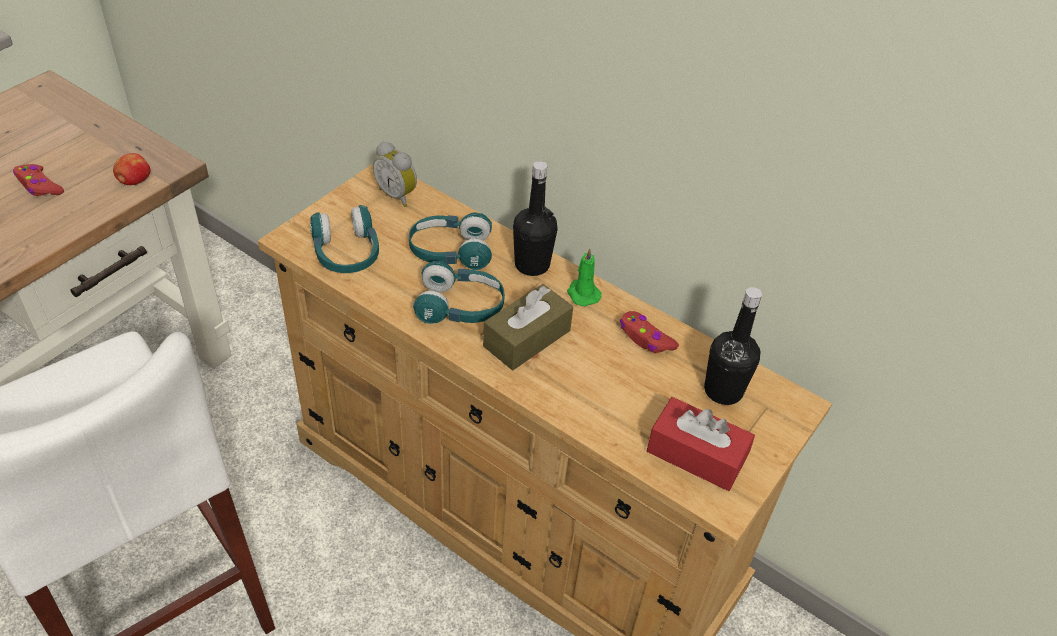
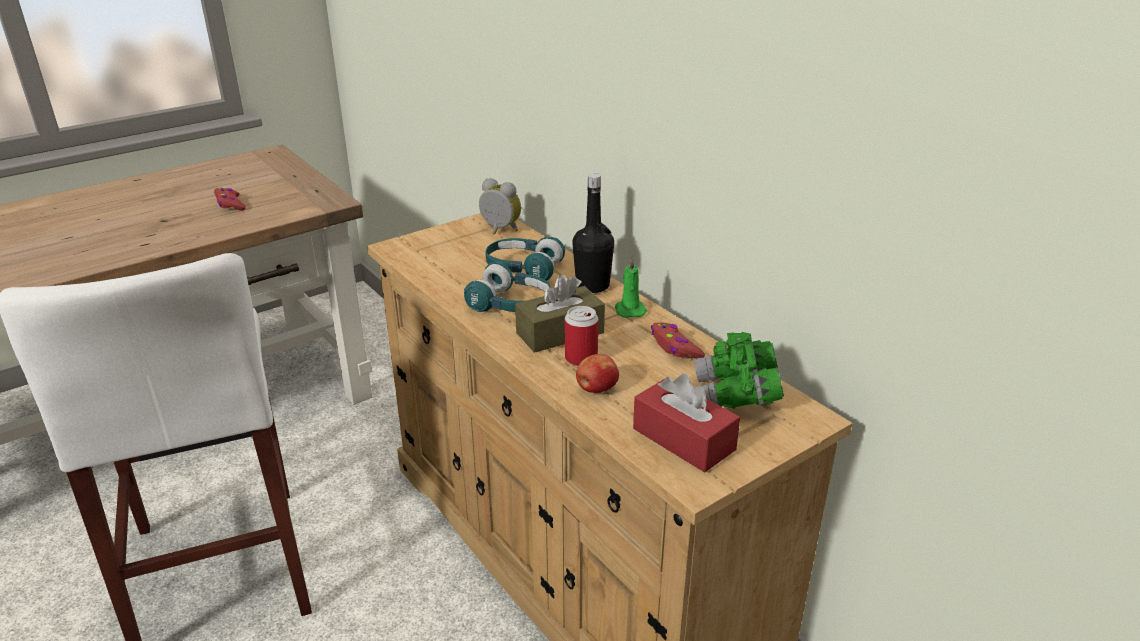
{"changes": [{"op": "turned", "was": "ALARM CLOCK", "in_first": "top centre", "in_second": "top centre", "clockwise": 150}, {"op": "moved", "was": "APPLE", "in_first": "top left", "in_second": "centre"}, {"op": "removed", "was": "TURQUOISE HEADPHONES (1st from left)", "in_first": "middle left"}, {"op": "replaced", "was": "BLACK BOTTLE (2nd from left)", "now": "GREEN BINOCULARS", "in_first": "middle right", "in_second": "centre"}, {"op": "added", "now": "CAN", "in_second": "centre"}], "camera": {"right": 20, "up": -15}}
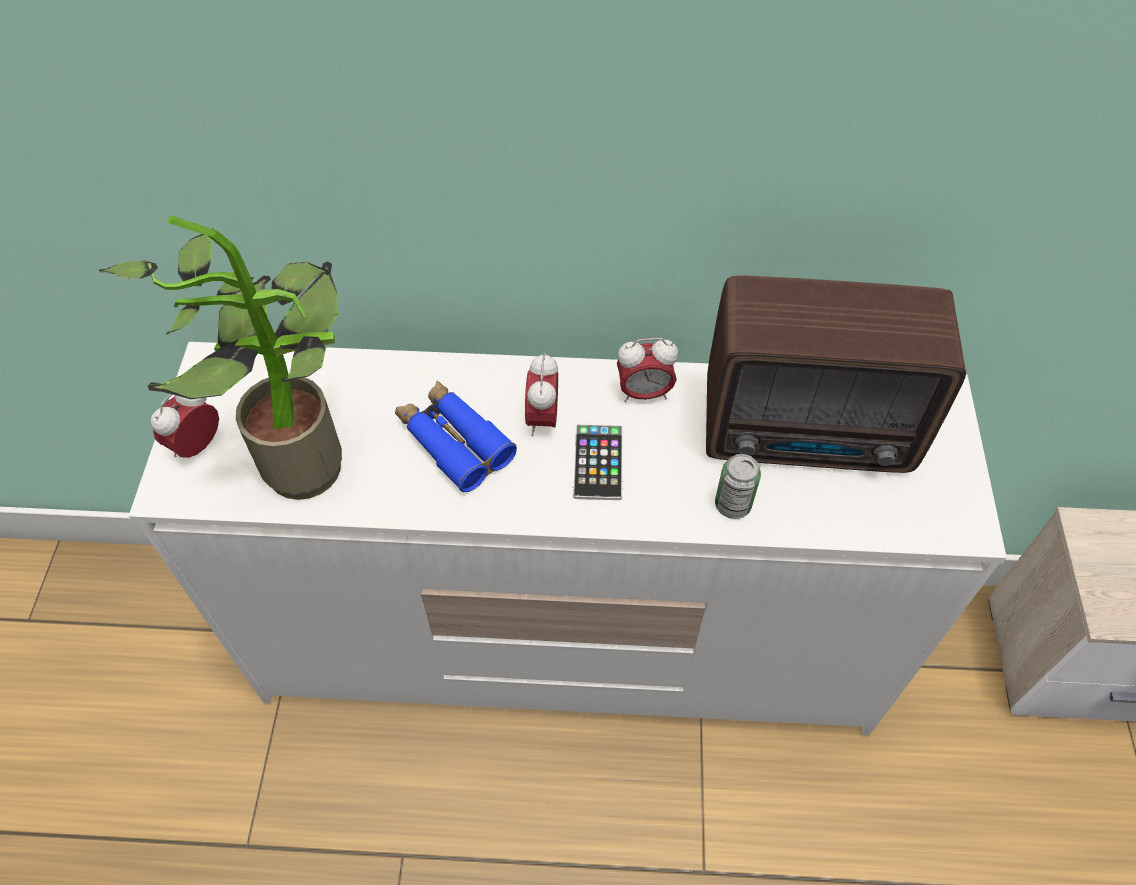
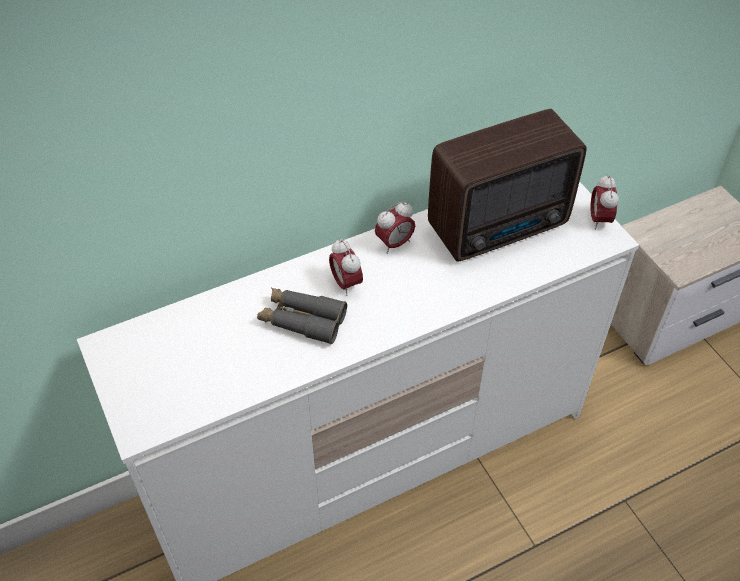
{"changes": [{"op": "removed", "was": "POTTED PLANT", "in_first": "middle left"}, {"op": "recoloured", "was": "BLUE BINOCULARS", "now": "GREY BINOCULARS", "in_first": "centre", "in_second": "centre"}, {"op": "moved", "was": "ALARM CLOCK (1st from left in the first image)", "now": "ALARM CLOCK (3rd from left)", "in_first": "middle left", "in_second": "middle right"}, {"op": "removed", "was": "PHONE", "in_first": "centre"}, {"op": "removed", "was": "CAN", "in_first": "centre"}], "camera": {"right": -30, "up": -5}}
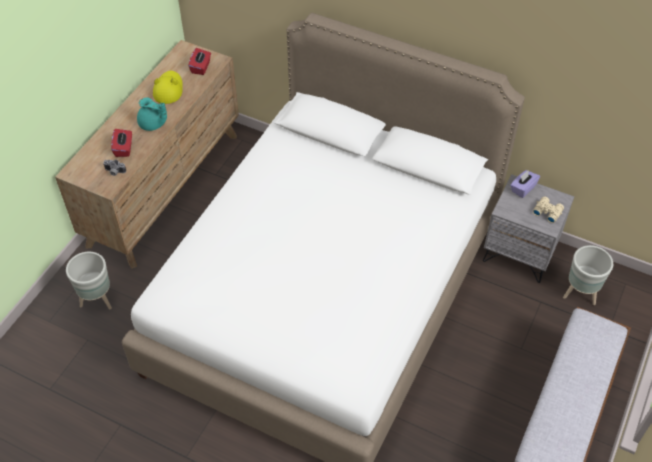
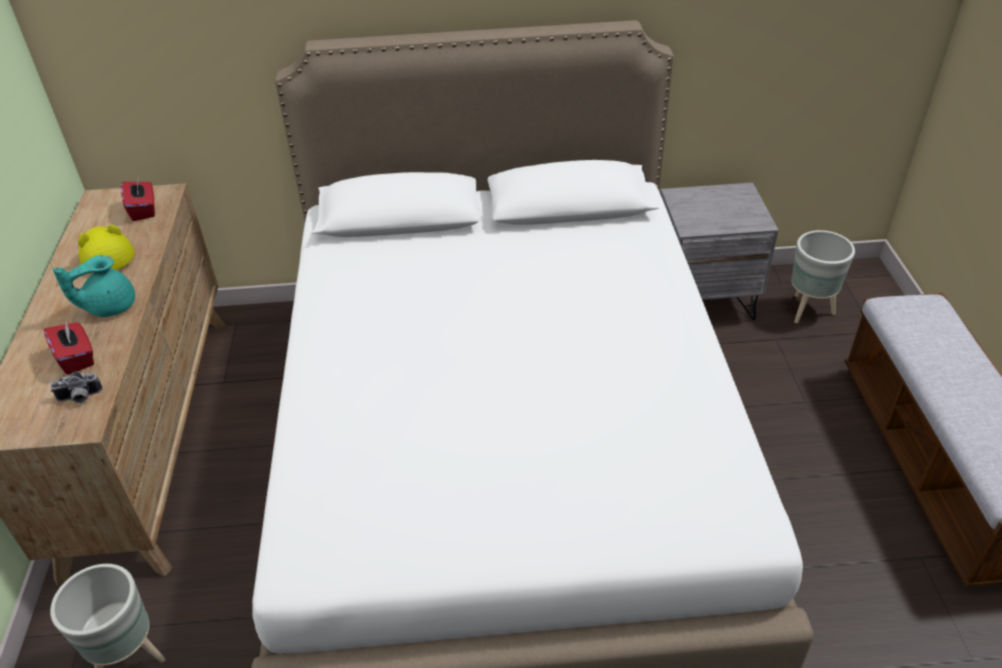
{"changes": [{"op": "turned", "was": "TURQUOISE TEAPOT", "in_first": "top left", "in_second": "middle left", "clockwise": 150}, {"op": "removed", "was": "PURPLE TISSUE BOX", "in_first": "middle right"}, {"op": "removed", "was": "BEIGE BINOCULARS", "in_first": "middle right"}], "camera": {"right": -30, "up": -10}}
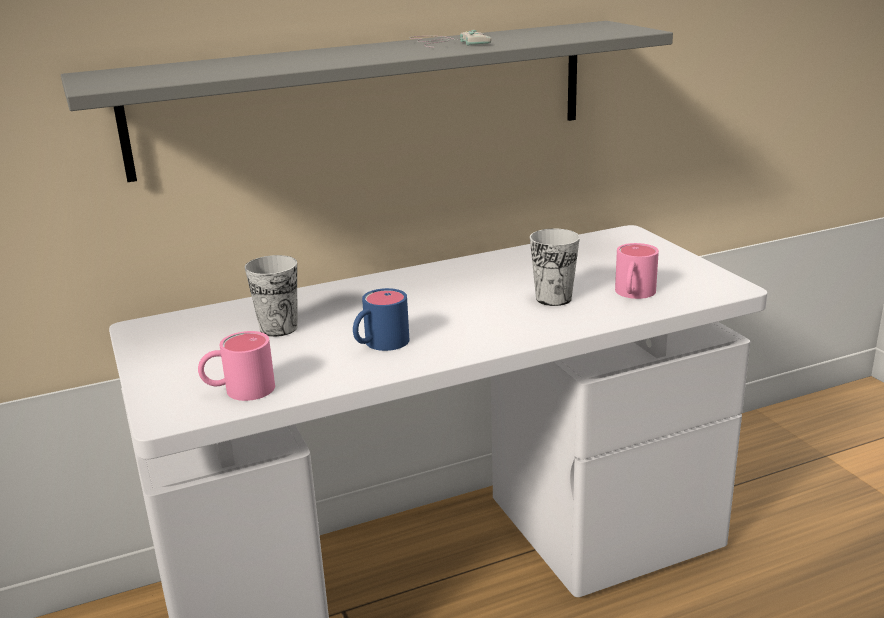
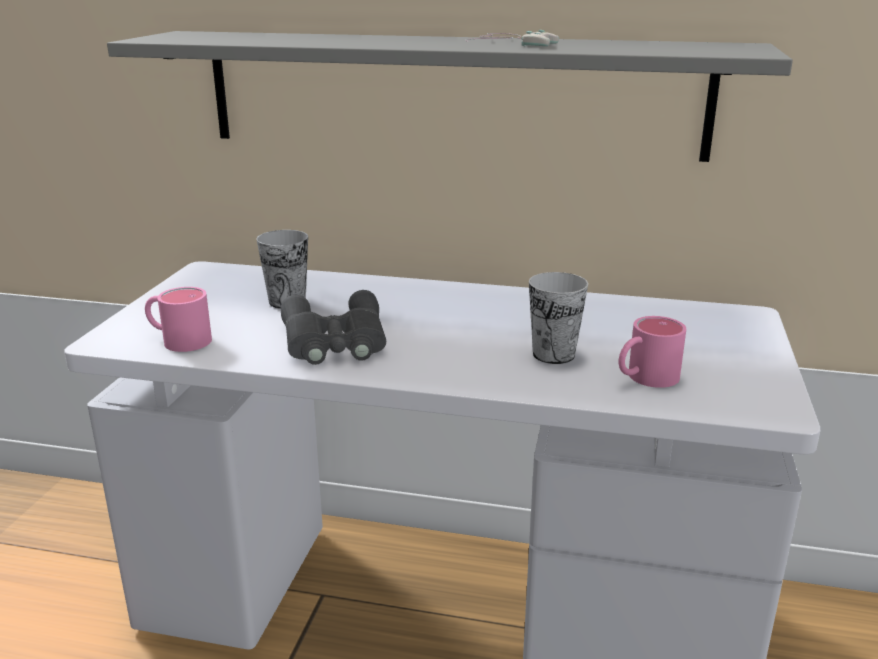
{"changes": [{"op": "replaced", "was": "BLUE MUG", "now": "GREY BINOCULARS", "in_first": "centre", "in_second": "centre"}], "camera": {"right": 35, "up": 0}}
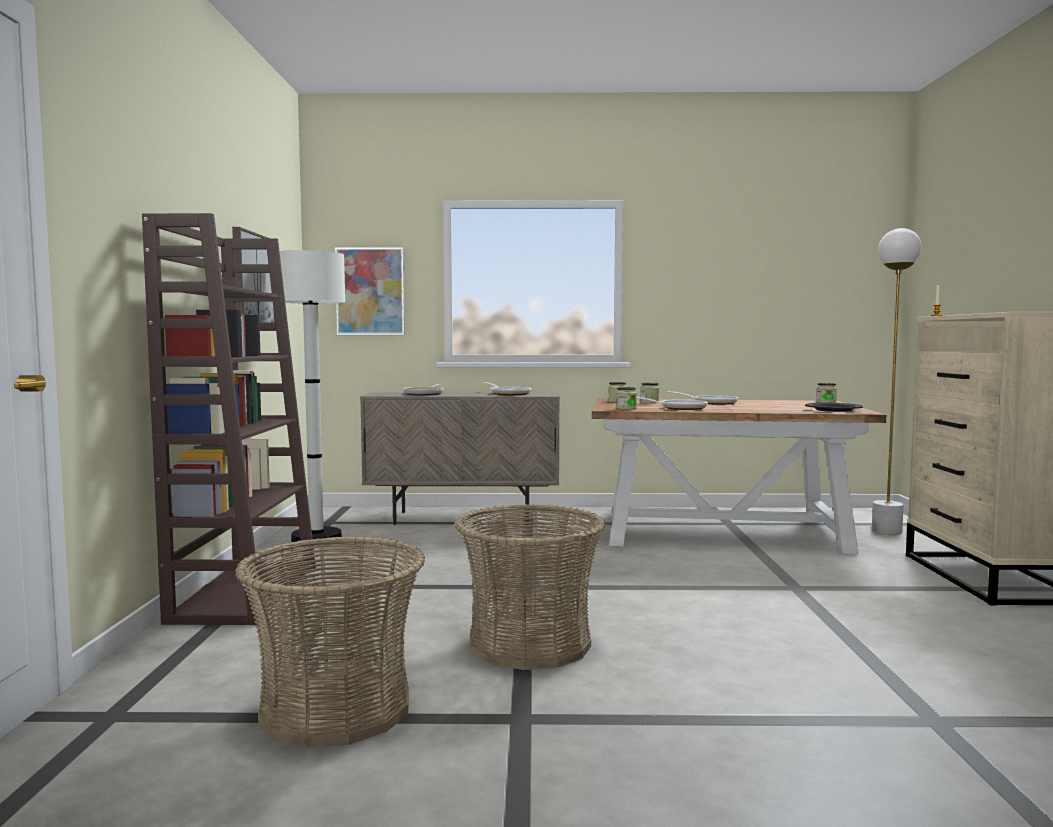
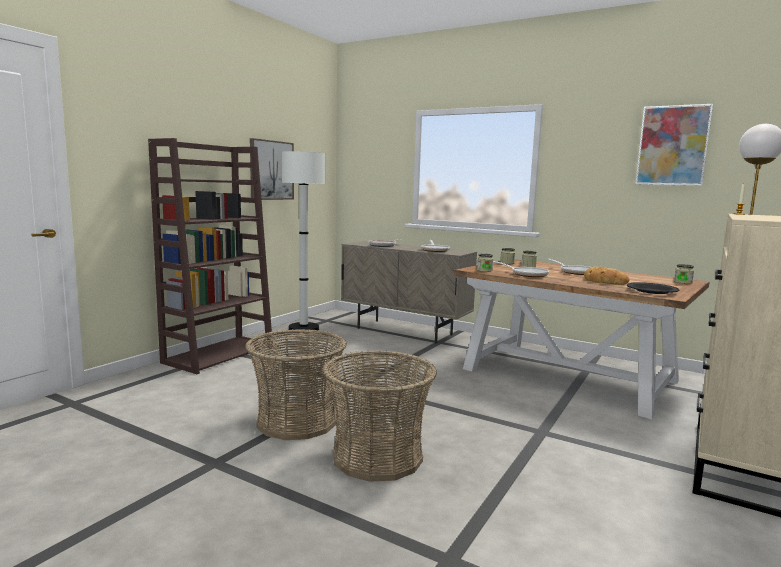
{"changes": [{"op": "moved", "was": "PICTURE (2nd from left)", "in_first": "centre", "in_second": "top right"}, {"op": "moved", "was": "BASKET (1st from left in the first image)", "now": "BASKET (2nd from left)", "in_first": "bottom left", "in_second": "bottom centre"}, {"op": "added", "now": "BREAD", "in_second": "middle right"}], "camera": {"right": 30, "up": 5}}
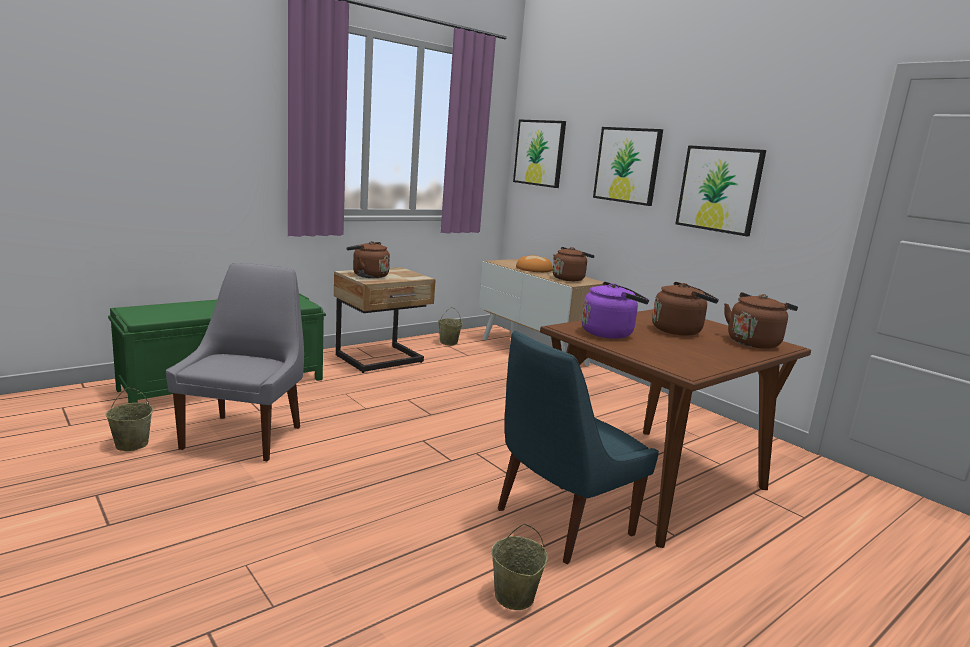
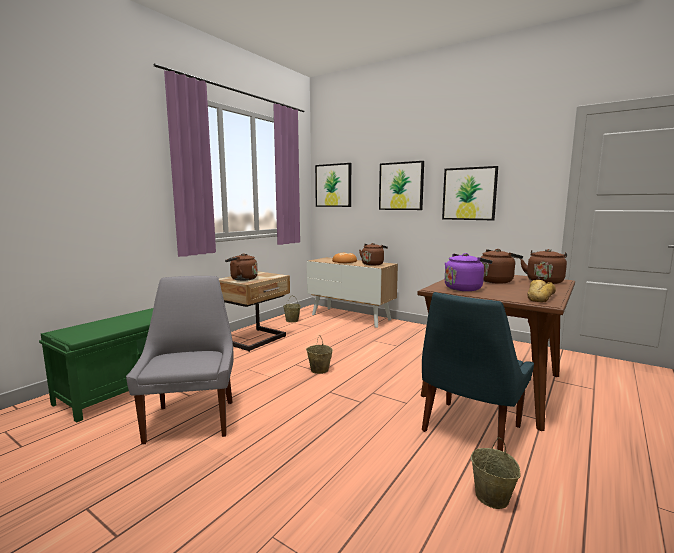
{"changes": [{"op": "moved", "was": "BEIGE BUCKET (1st from left in the first image)", "now": "BEIGE BUCKET (2nd from left)", "in_first": "middle left", "in_second": "centre"}, {"op": "added", "now": "BREAD (2nd from left)", "in_second": "middle right"}], "camera": {"right": -15, "up": -5}}
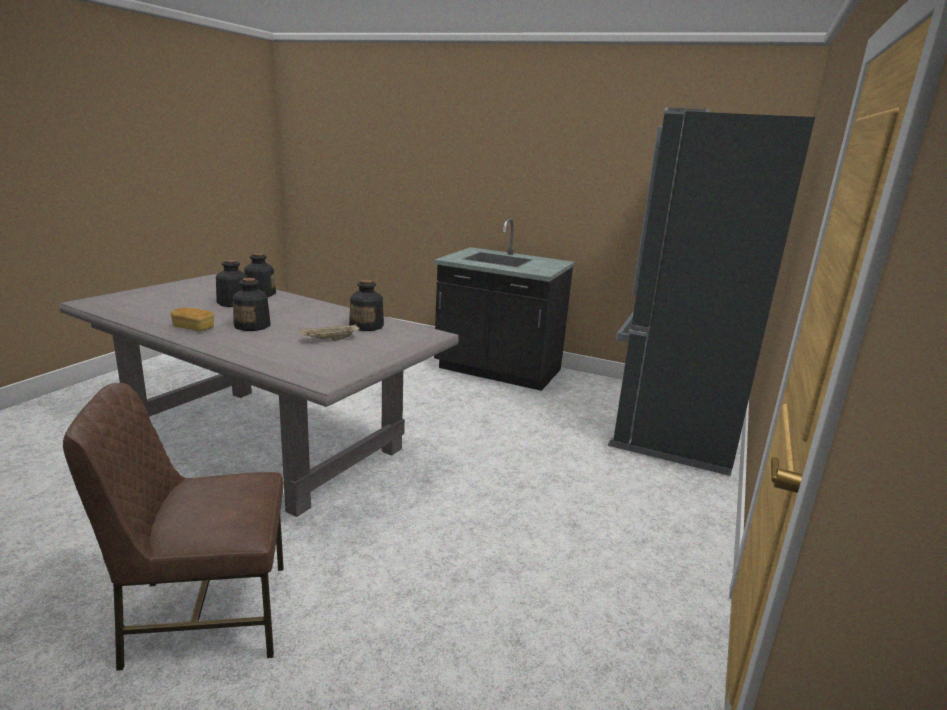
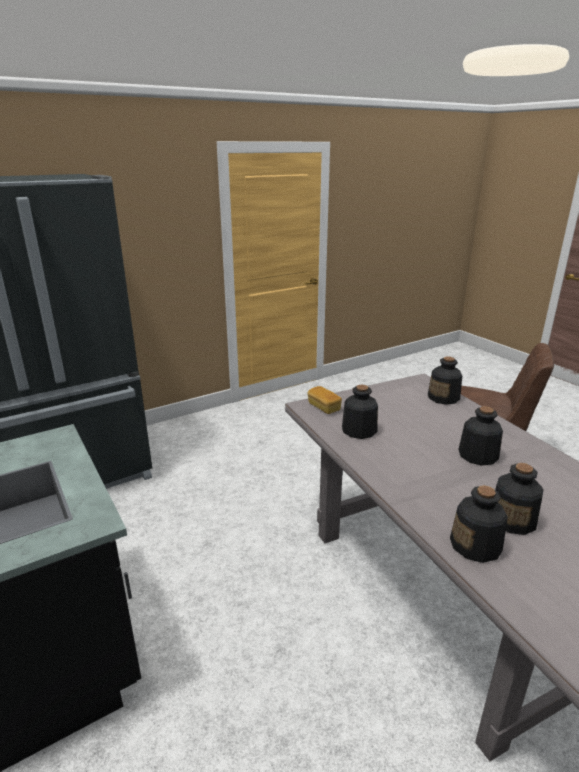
{"changes": [{"op": "moved", "was": "BREAD", "in_first": "middle left", "in_second": "centre"}, {"op": "removed", "was": "BEIGE TRAY", "in_first": "centre"}, {"op": "added", "now": "BOTTLE (2nd from left)", "in_second": "middle right"}], "camera": {"right": -145, "up": 5}}
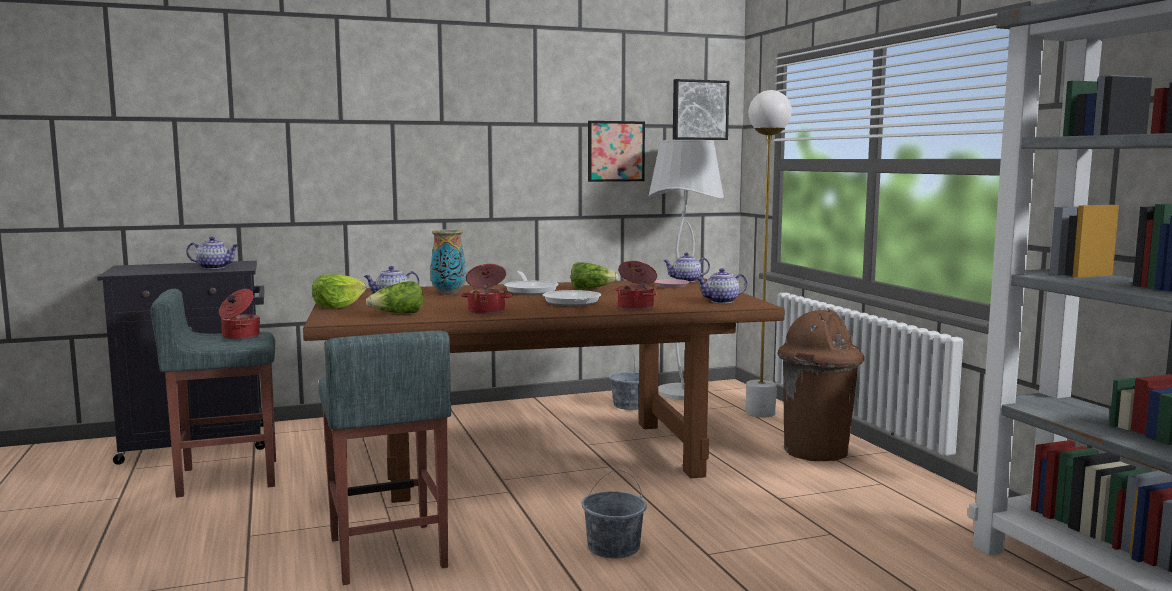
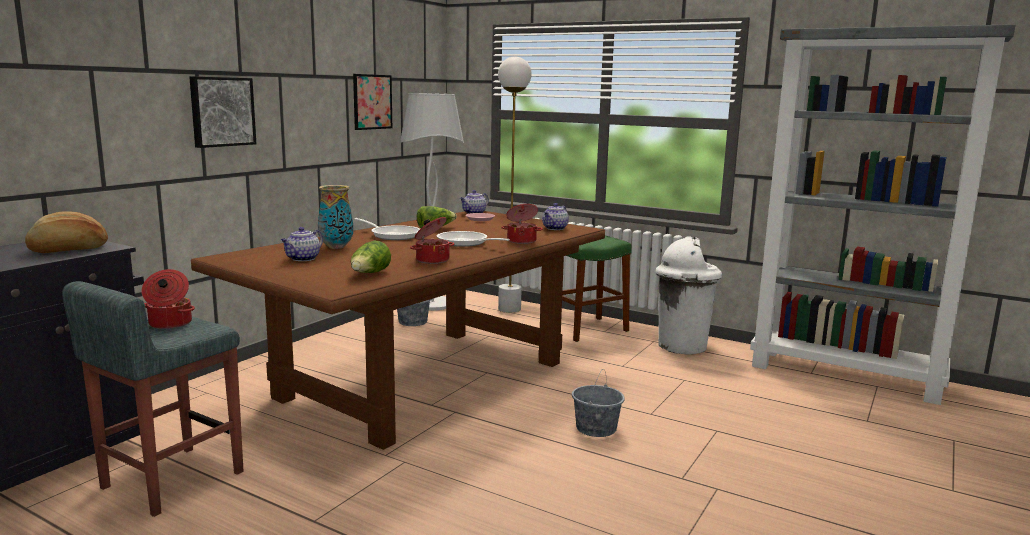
{"changes": [{"op": "moved", "was": "PICTURE (2nd from left in the first image)", "now": "PICTURE (1st from left)", "in_first": "top centre", "in_second": "top left"}, {"op": "replaced", "was": "TEAPOT (1st from left)", "now": "BREAD", "in_first": "middle left", "in_second": "middle left"}, {"op": "removed", "was": "LETTUCE (1st from left)", "in_first": "middle left"}, {"op": "replaced", "was": "BROWN TRASH CAN", "now": "GREEN STOOL", "in_first": "middle right", "in_second": "centre"}, {"op": "removed", "was": "GREY STOOL (2nd from left)", "in_first": "bottom left"}, {"op": "added", "now": "WHITE TRASH CAN", "in_second": "middle right"}], "camera": {"right": -40, "up": 5}}
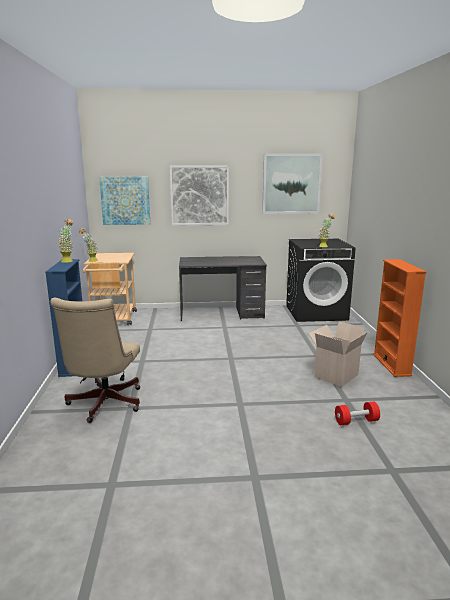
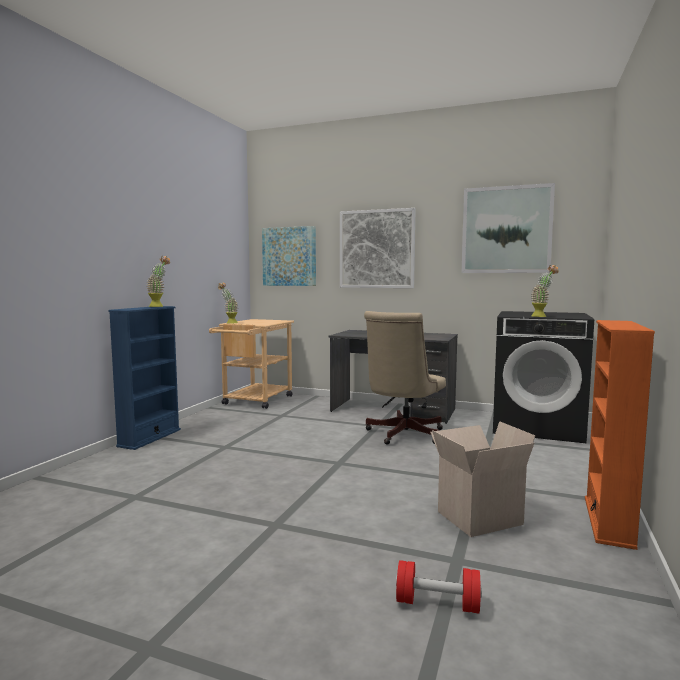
{"changes": [{"op": "moved", "was": "BEIGE OFFICE CHAIR", "in_first": "middle left", "in_second": "centre"}], "camera": {"right": 25, "up": -10}}
